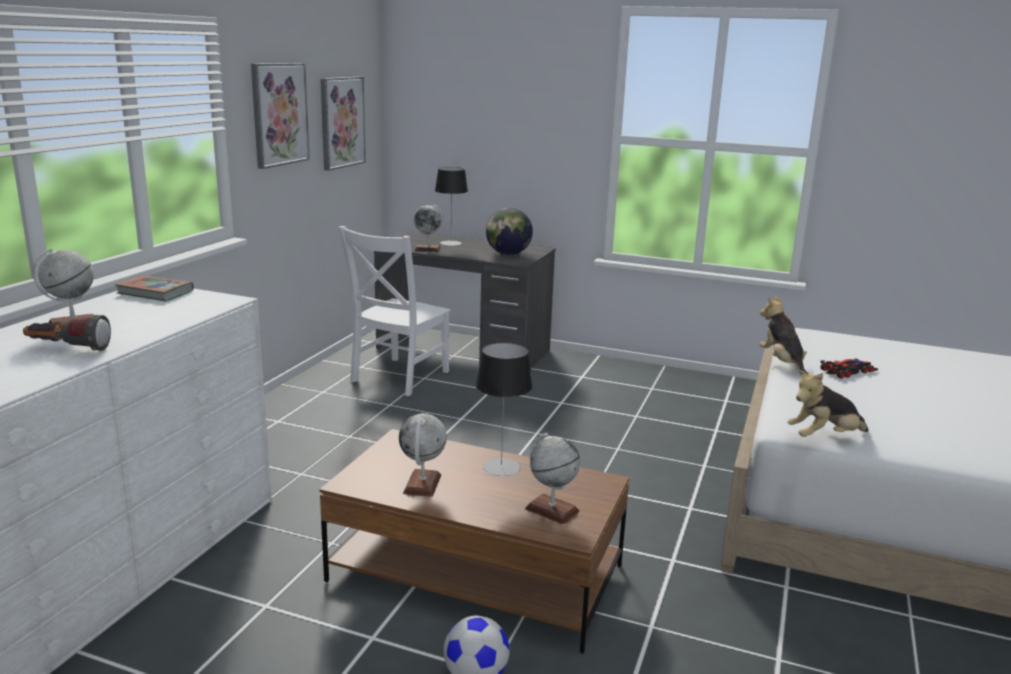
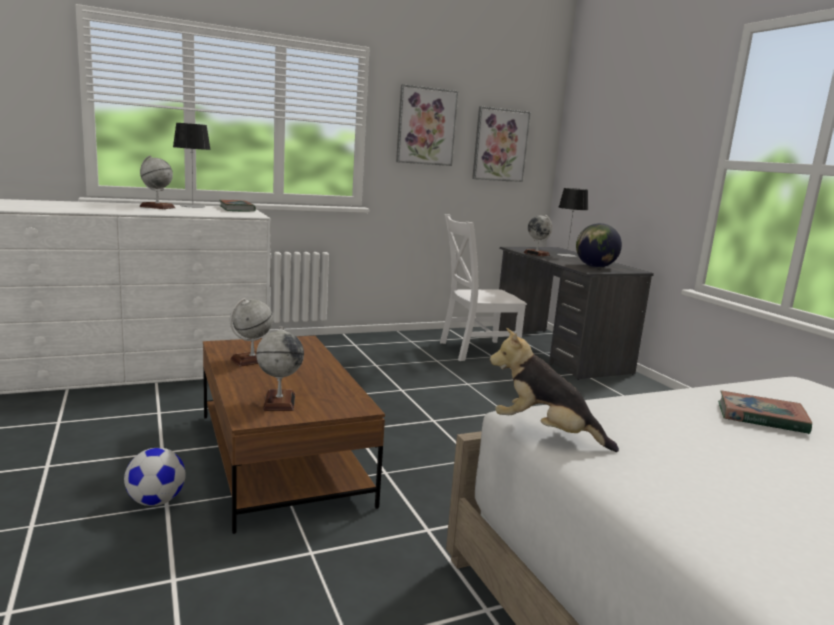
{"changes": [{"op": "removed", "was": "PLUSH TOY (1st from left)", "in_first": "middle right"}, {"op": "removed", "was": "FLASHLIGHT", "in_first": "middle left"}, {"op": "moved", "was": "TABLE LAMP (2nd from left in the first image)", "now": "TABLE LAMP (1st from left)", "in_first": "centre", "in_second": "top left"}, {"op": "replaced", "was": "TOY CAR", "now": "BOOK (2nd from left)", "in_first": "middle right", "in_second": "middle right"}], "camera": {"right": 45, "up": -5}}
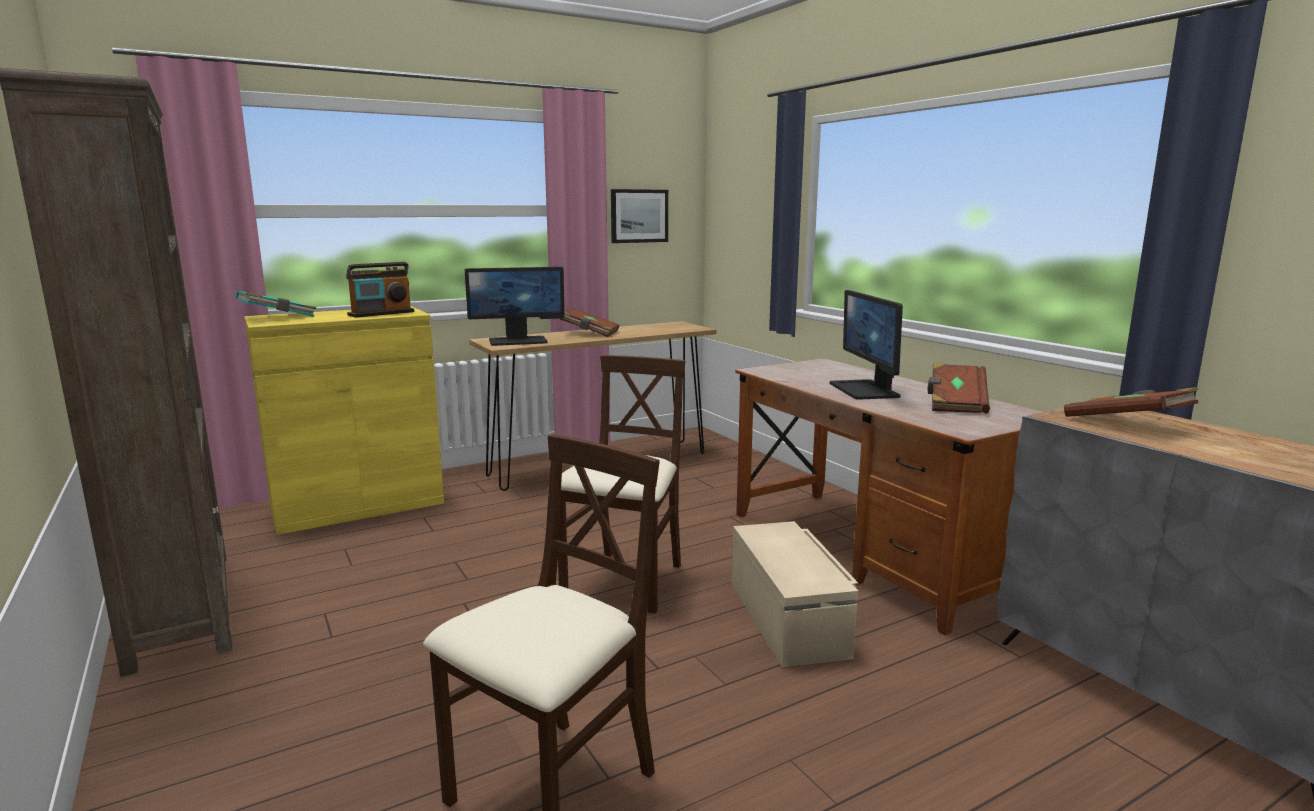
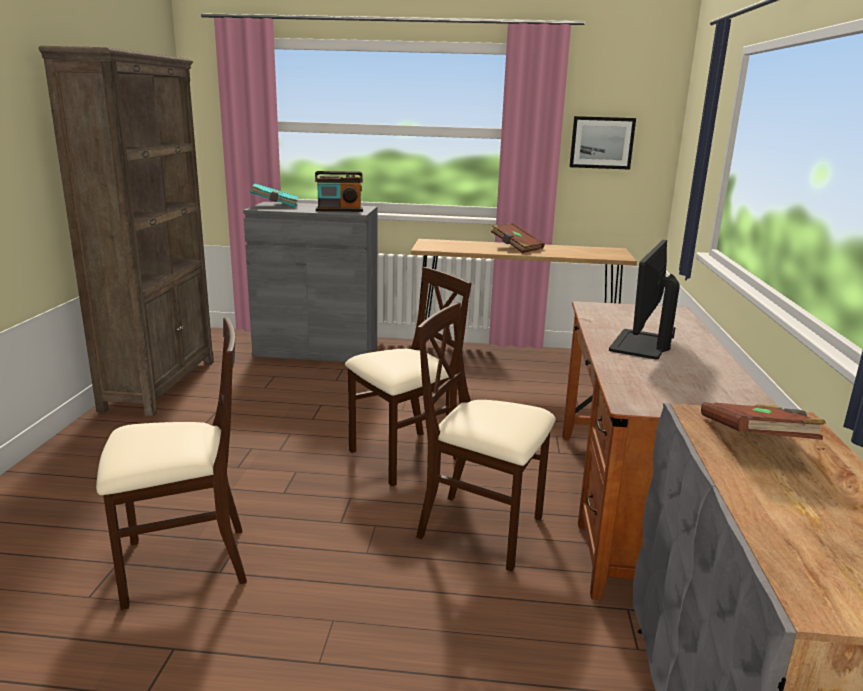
{"changes": [{"op": "removed", "was": "MONITOR (1st from left)", "in_first": "centre"}, {"op": "recoloured", "was": "YELLOW CABINET", "now": "GREY CABINET (1st from left)", "in_first": "middle left", "in_second": "centre"}, {"op": "removed", "was": "BROWN BOOK (2nd from left)", "in_first": "middle right"}, {"op": "replaced", "was": "BEIGE STORAGE BOX", "now": "BEIGE CHAIR (3rd from left)", "in_first": "bottom centre", "in_second": "centre"}], "camera": {"right": 35, "up": 5}}
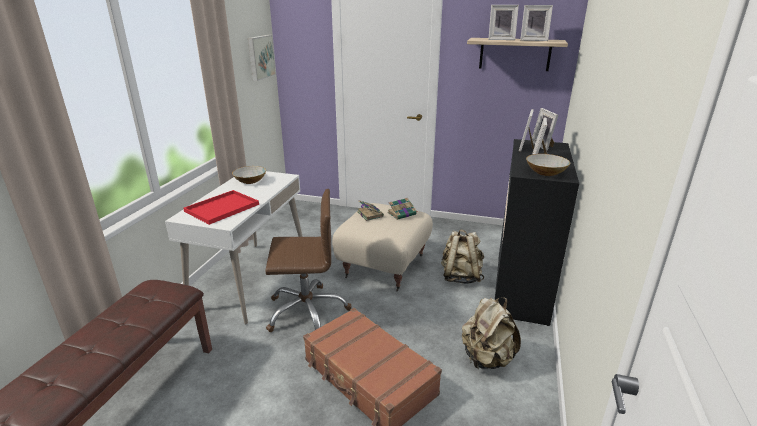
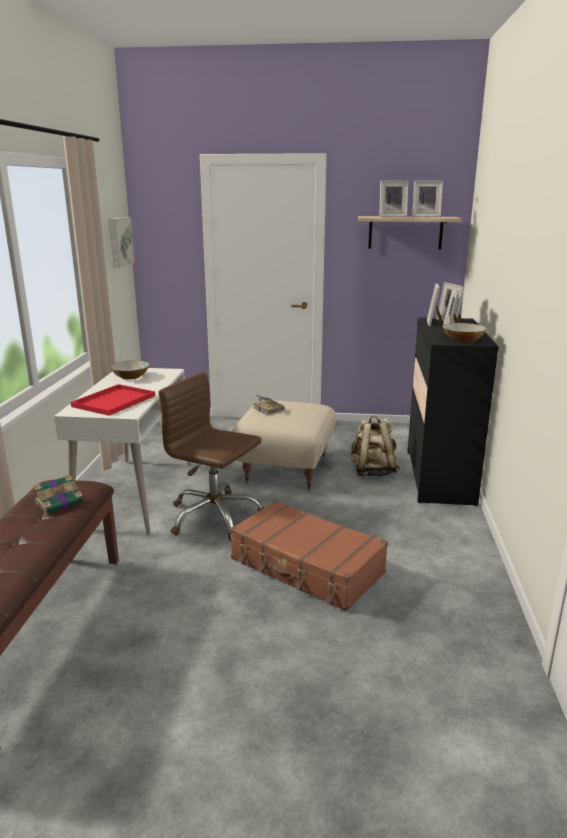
{"changes": [{"op": "turned", "was": "BROWN OFFICE CHAIR", "in_first": "centre", "in_second": "centre", "clockwise": -135}, {"op": "moved", "was": "BOOK (2nd from left in the first image)", "now": "BOOK (1st from left)", "in_first": "centre", "in_second": "middle left"}, {"op": "removed", "was": "BEIGE BACKPACK (2nd from left)", "in_first": "bottom centre"}], "camera": {"right": -10, "up": -5}}
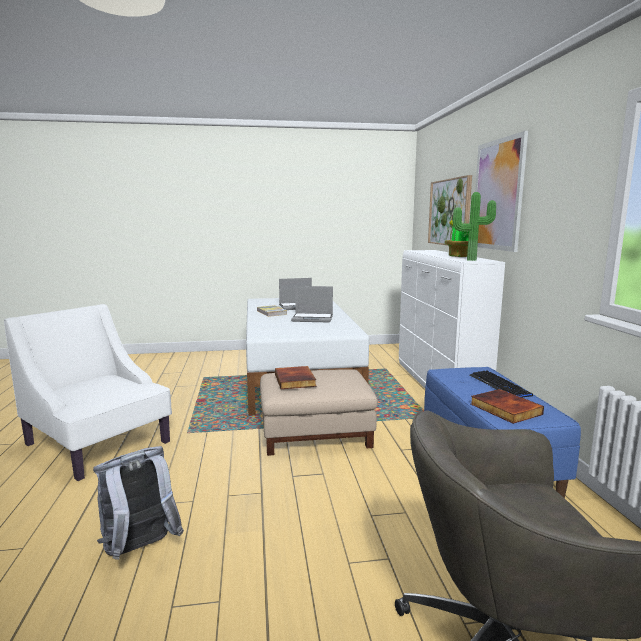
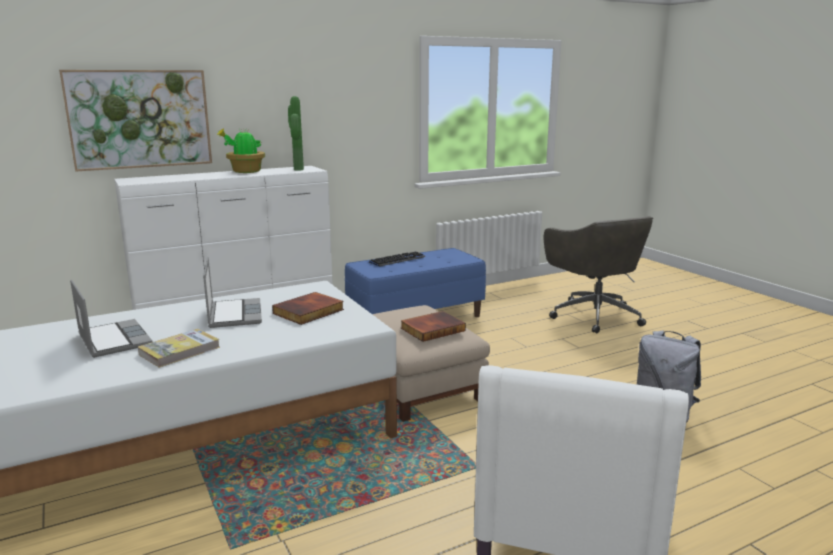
{"changes": [{"op": "removed", "was": "PICTURE (2nd from left)", "in_first": "top right"}, {"op": "moved", "was": "BOOK (3rd from left in the first image)", "now": "BOOK (2nd from left)", "in_first": "middle right", "in_second": "centre"}], "camera": {"right": -110, "up": 5}}
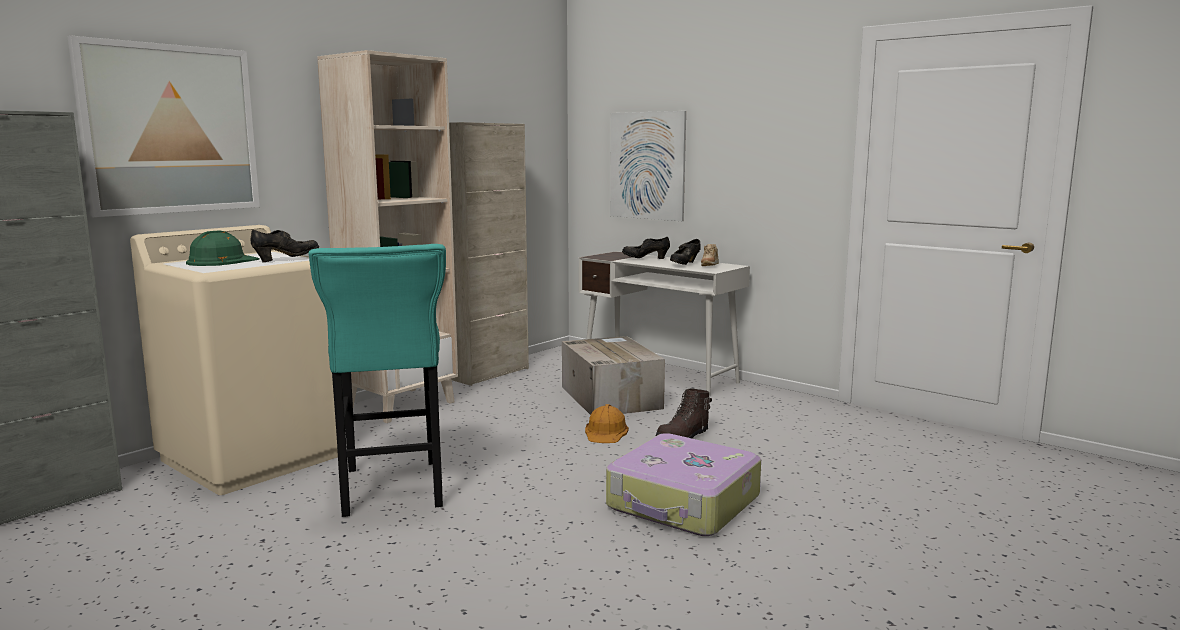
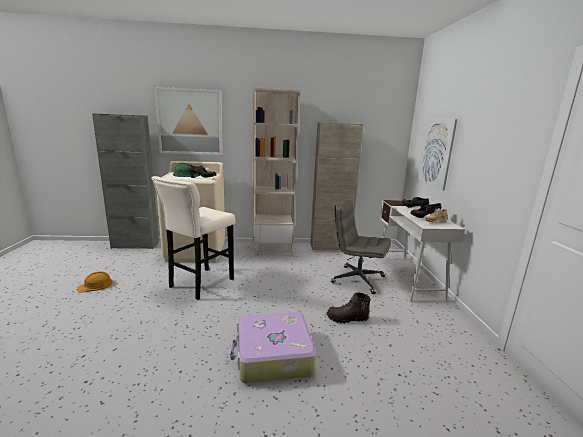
{"changes": [{"op": "recoloured", "was": "TURQUOISE STOOL", "now": "BEIGE STOOL", "in_first": "middle left", "in_second": "middle left"}, {"op": "replaced", "was": "CARDBOARD BOX", "now": "GREY OFFICE CHAIR", "in_first": "centre", "in_second": "centre"}, {"op": "moved", "was": "ORANGE HARD HAT", "in_first": "bottom centre", "in_second": "middle left"}], "camera": {"right": 45, "up": 5}}
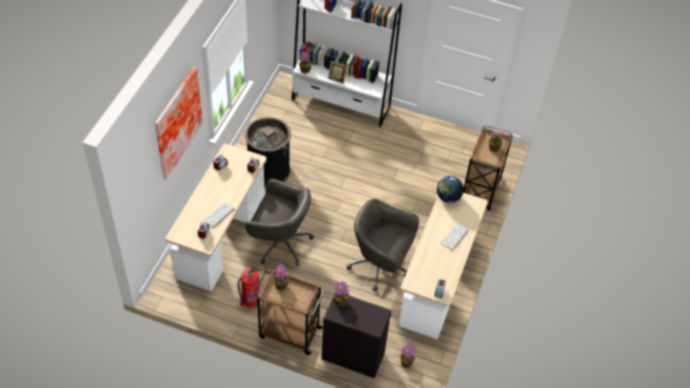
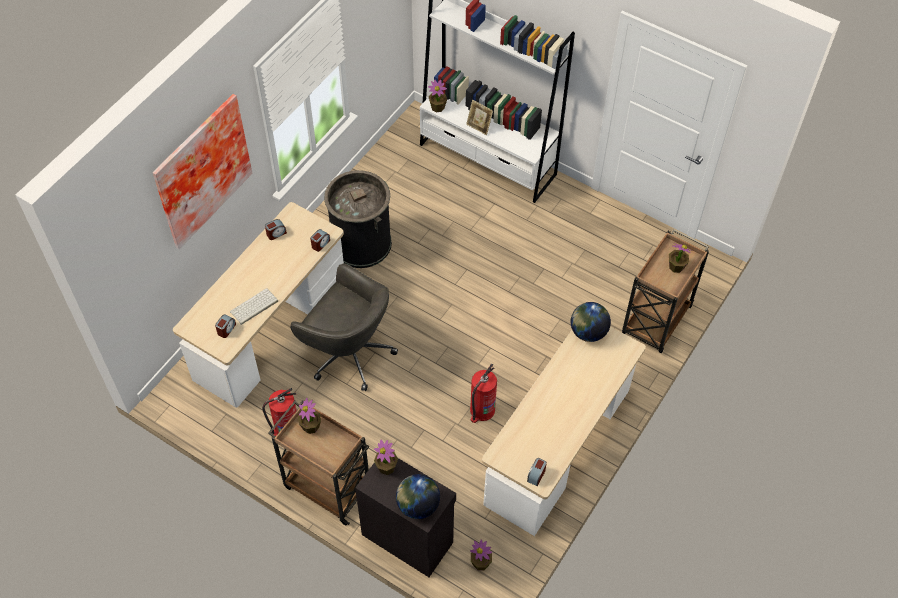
{"changes": [{"op": "replaced", "was": "GREY OFFICE CHAIR (2nd from left)", "now": "FIRE EXTINGUISHER (2nd from left)", "in_first": "centre", "in_second": "centre"}, {"op": "removed", "was": "KEYBOARD (2nd from left)", "in_first": "centre"}, {"op": "added", "now": "GLOBE (1st from left)", "in_second": "bottom centre"}], "camera": {"right": 15, "up": 5}}
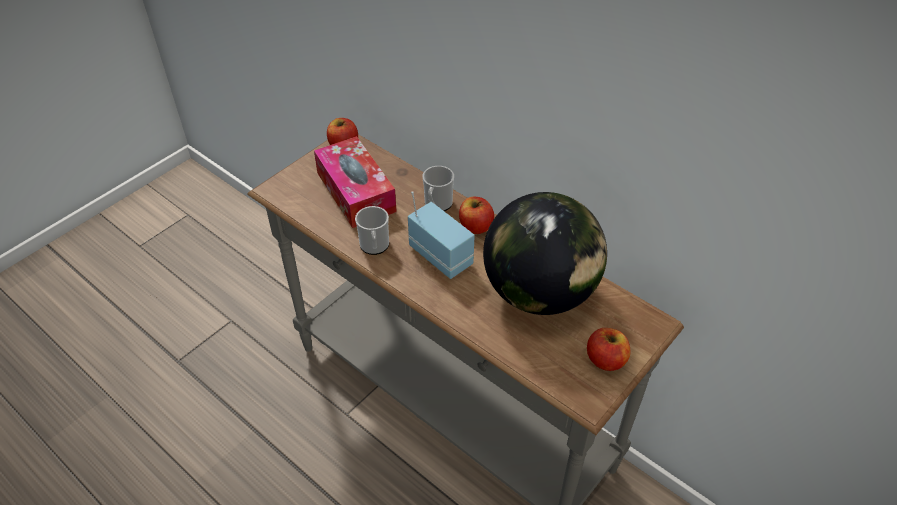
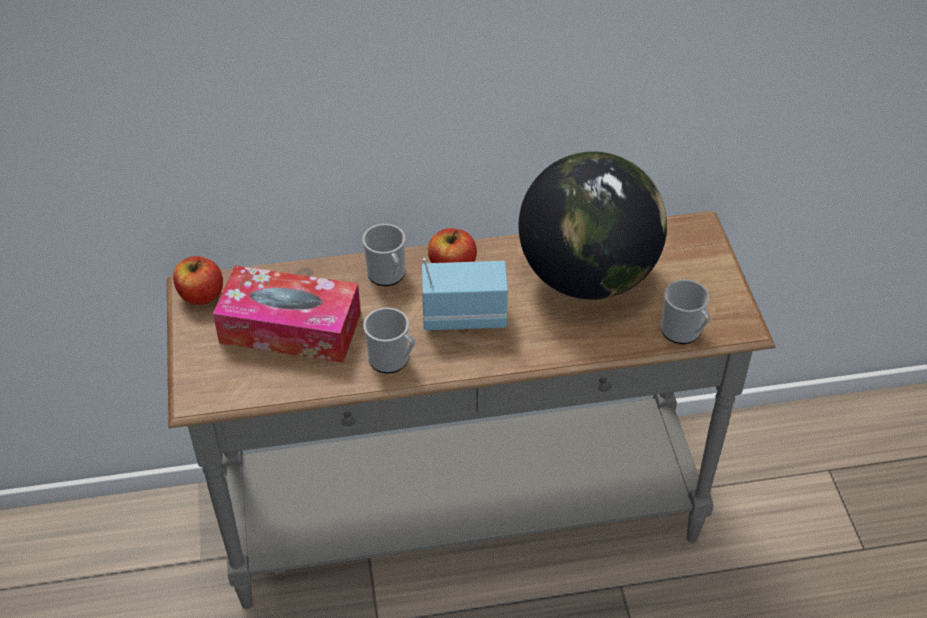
{"changes": [{"op": "removed", "was": "APPLE (3rd from left)", "in_first": "bottom right"}, {"op": "added", "now": "MUG (3rd from left)", "in_second": "middle right"}], "camera": {"right": -50, "up": 0}}
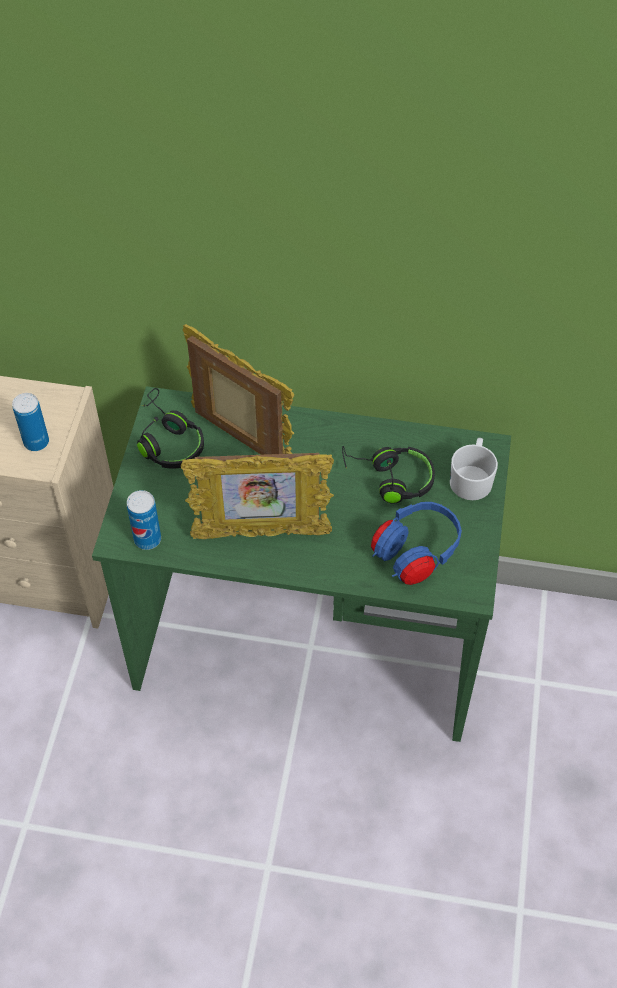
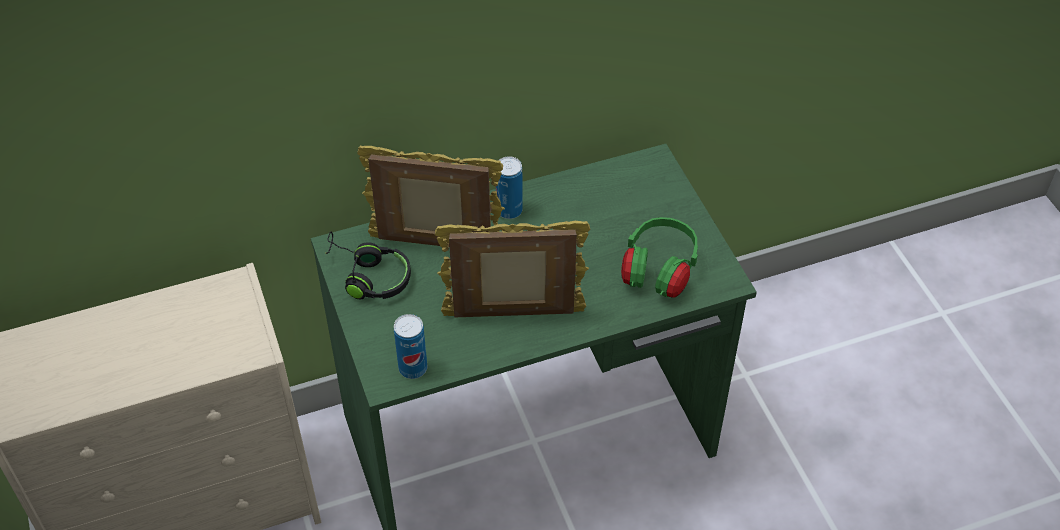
{"changes": [{"op": "moved", "was": "CAN (1st from left in the first image)", "now": "CAN (2nd from left)", "in_first": "middle left", "in_second": "centre"}, {"op": "removed", "was": "WHITE MUG", "in_first": "middle right"}, {"op": "removed", "was": "BLACK HEADPHONES (2nd from left)", "in_first": "centre"}, {"op": "turned", "was": "PICTURE FRAME (2nd from left)", "in_first": "centre", "in_second": "centre", "clockwise": -150}, {"op": "recoloured", "was": "BLUE HEADPHONES", "now": "GREEN HEADPHONES", "in_first": "middle right", "in_second": "centre"}], "camera": {"right": -30, "up": -5}}
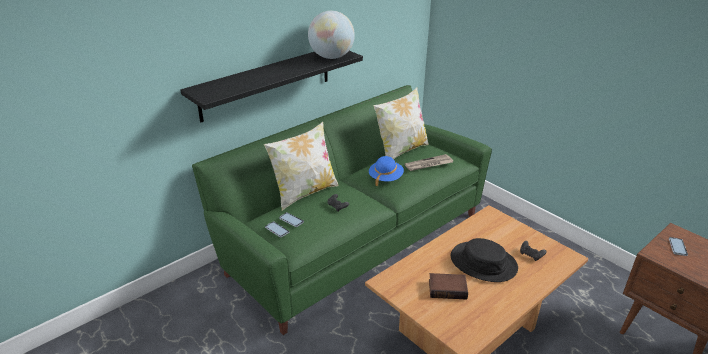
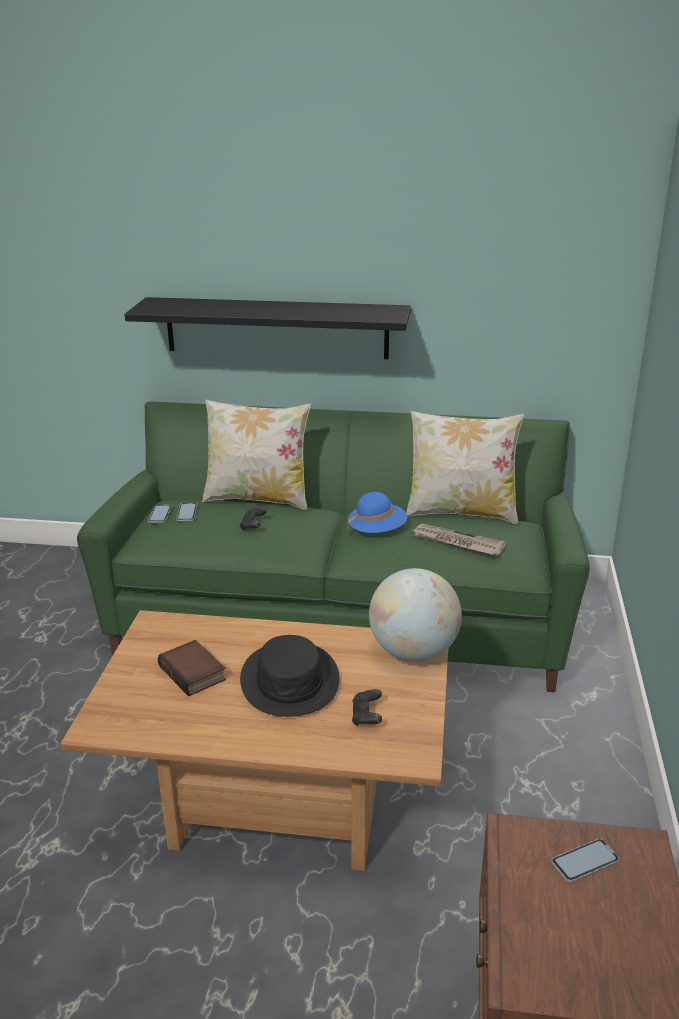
{"changes": [{"op": "moved", "was": "GLOBE", "in_first": "top centre", "in_second": "centre"}], "camera": {"right": 50, "up": -5}}
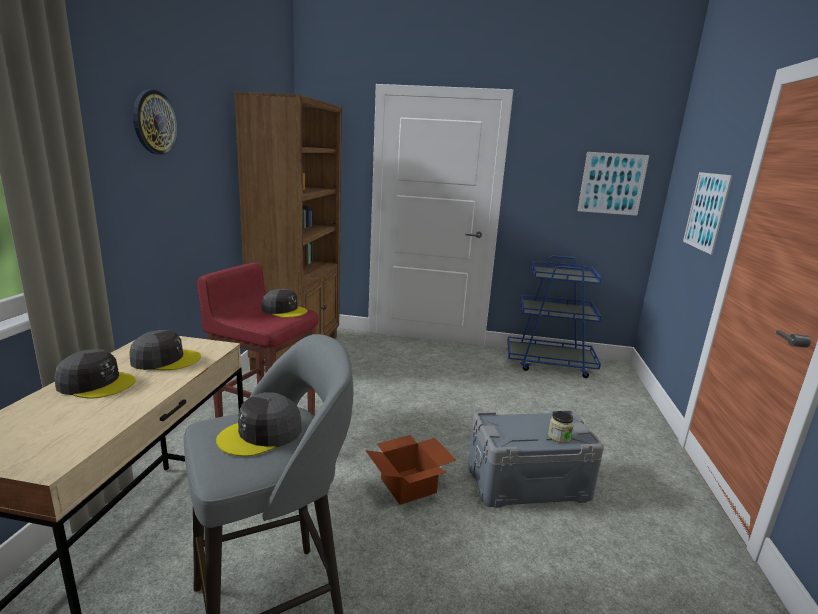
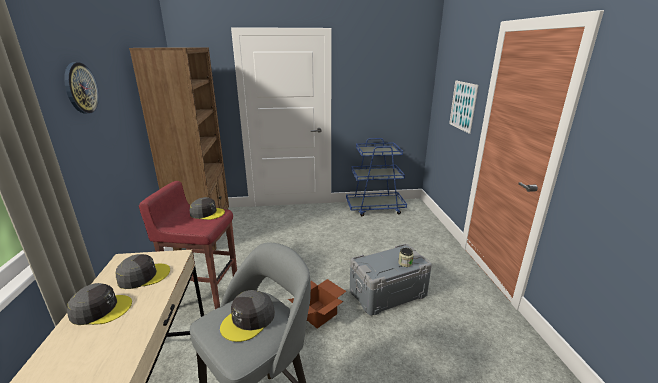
{"changes": [{"op": "removed", "was": "PICTURE (1st from left)", "in_first": "top right"}], "camera": {"right": -15, "up": 5}}
